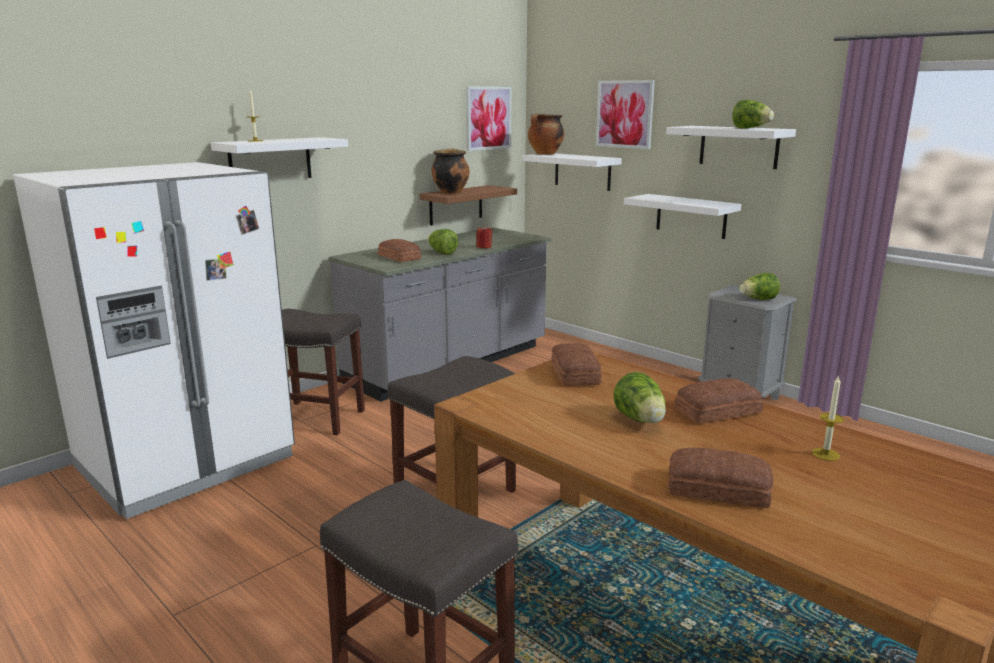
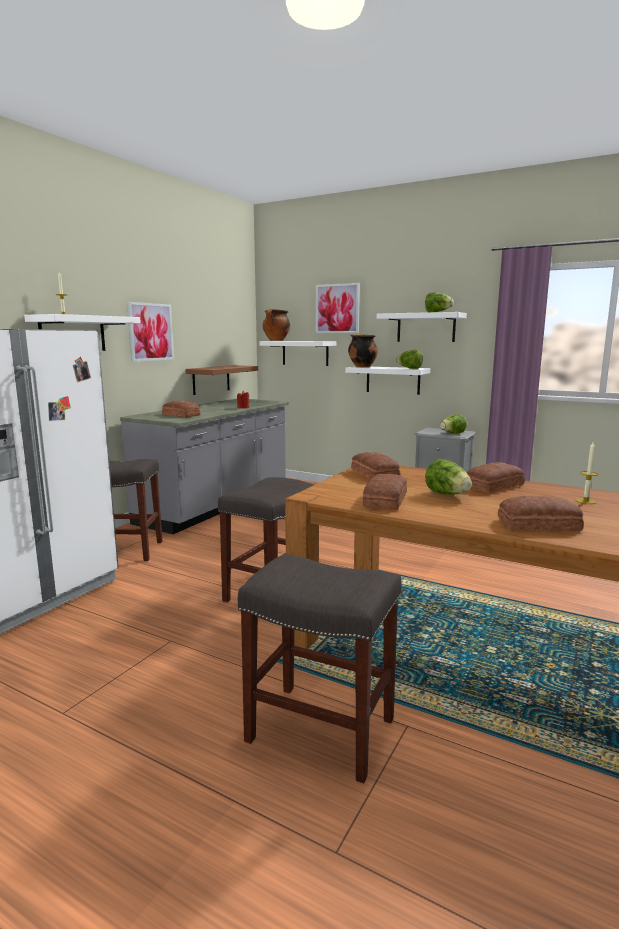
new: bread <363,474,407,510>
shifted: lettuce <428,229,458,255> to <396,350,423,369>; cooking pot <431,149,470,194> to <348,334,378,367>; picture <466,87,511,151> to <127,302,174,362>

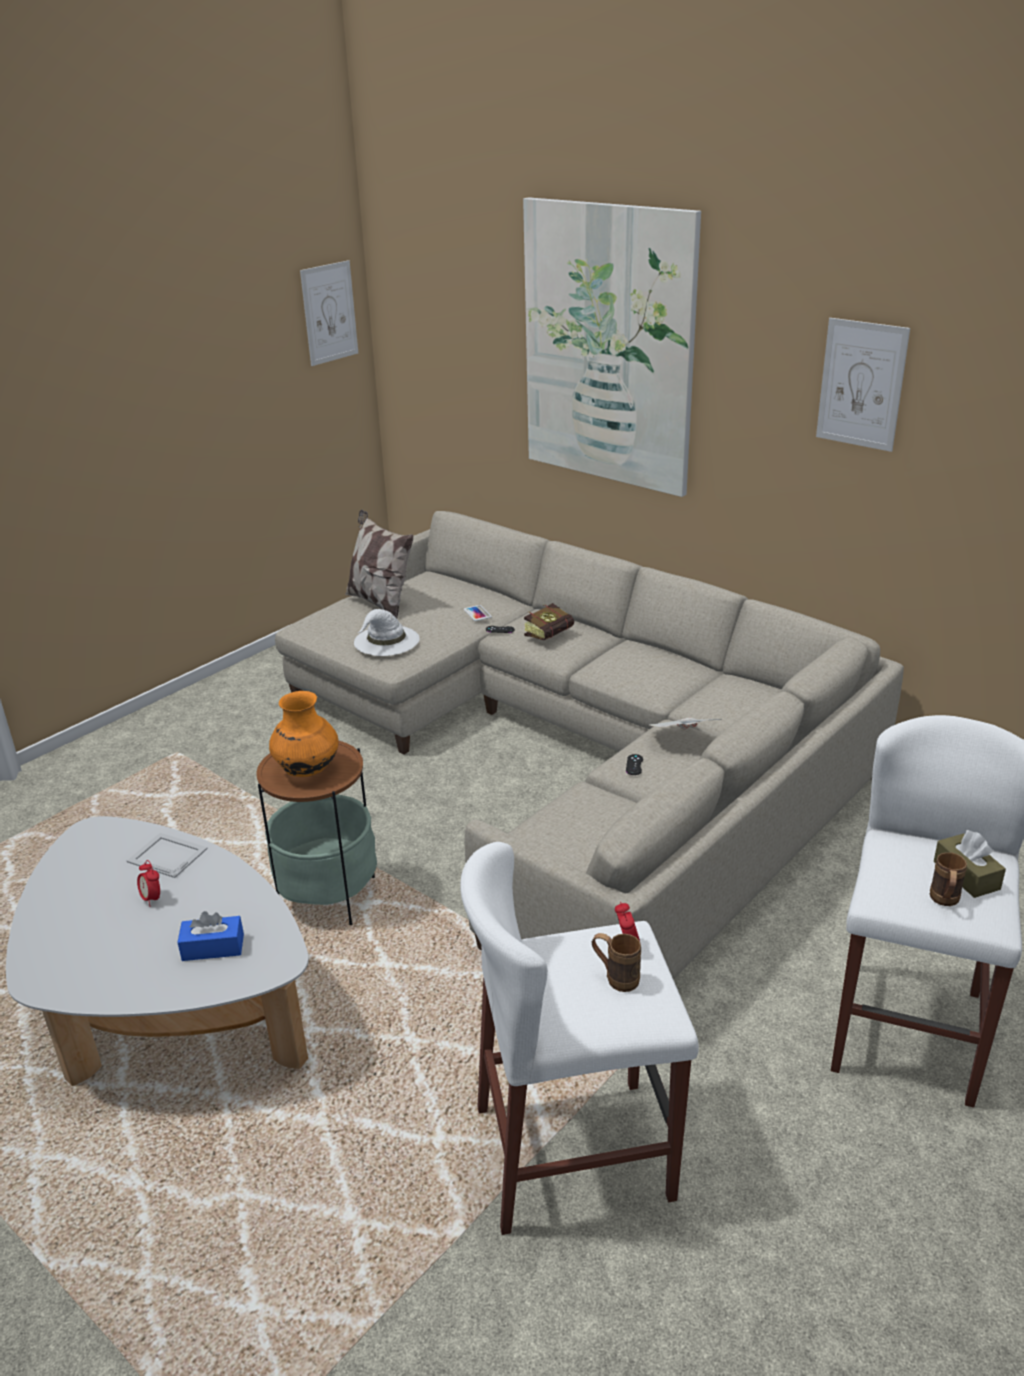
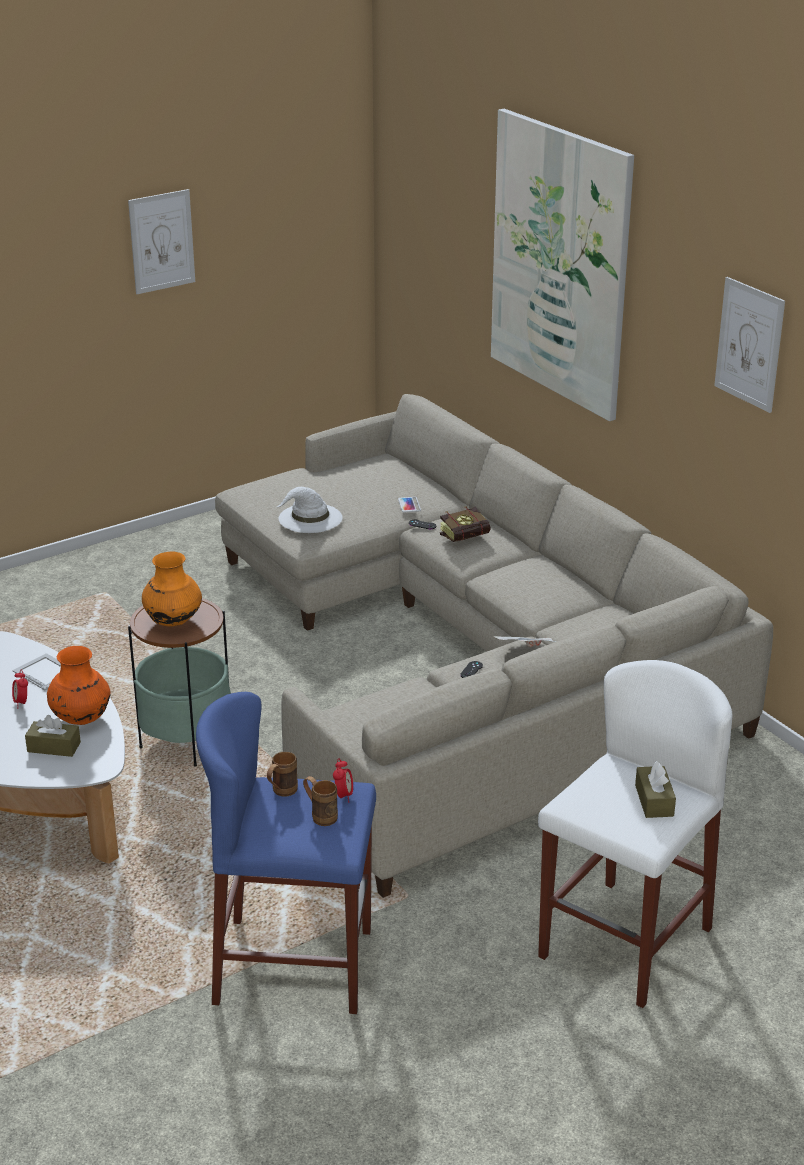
gone: pillow <345,510,414,618>
new: vase (orange) <47,646,111,725>
shifted: picture <300,260,358,366> to <128,189,195,294>; mug (brown) <930,852,967,906> to <267,752,298,796>
repainted: tissue box (blue) <177,911,244,961> to tissue box (brown) <25,715,81,757>; stool (white) <461,842,699,1235> to stool (blue) <196,692,376,1014>

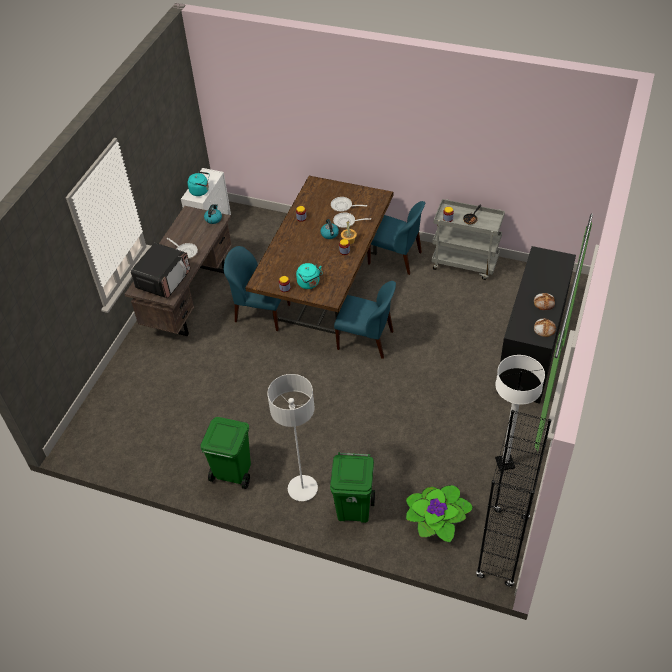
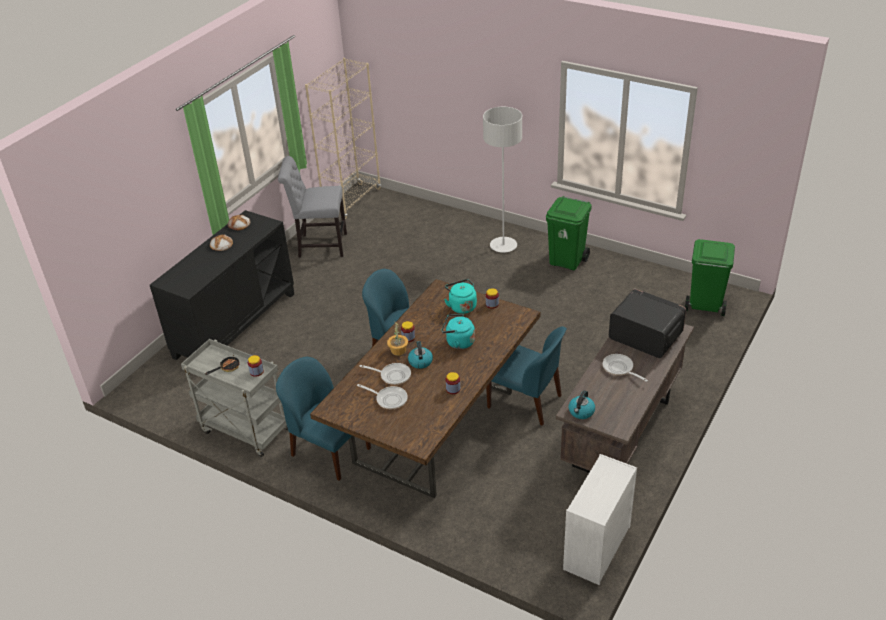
gone: potted plant <406,485,473,543>
shifted: kettle (turquoise) <187,171,210,196> to <441,314,475,349>; trash can (green) <330,452,375,523> to <685,239,735,316>
swapped: floor lamp (white) <495,355,545,470> to chair (grey) <278,156,347,258>
repainted: bookcase (black) <476,410,552,587> to bookcase (beige) <305,58,381,220>
rotated: microwave <131,243,190,298> = <609,289,686,358> 90 degrees clockwise

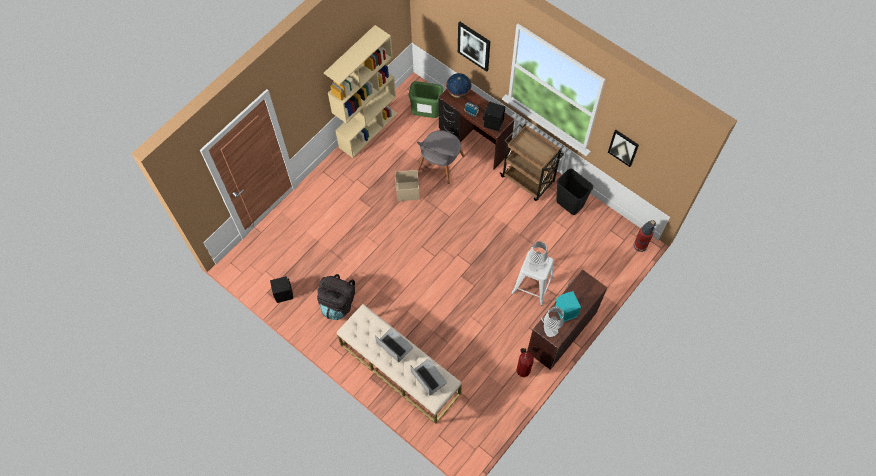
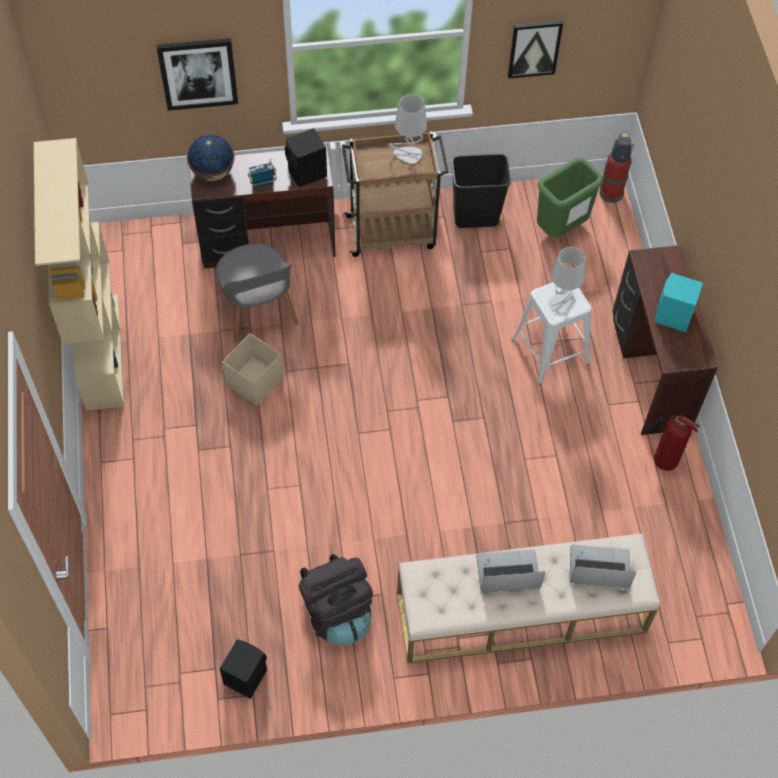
shifted: trash can (green) <408,81,443,118> to <537,158,603,238>; table lamp (grey) <541,307,564,337> to <388,94,427,164>

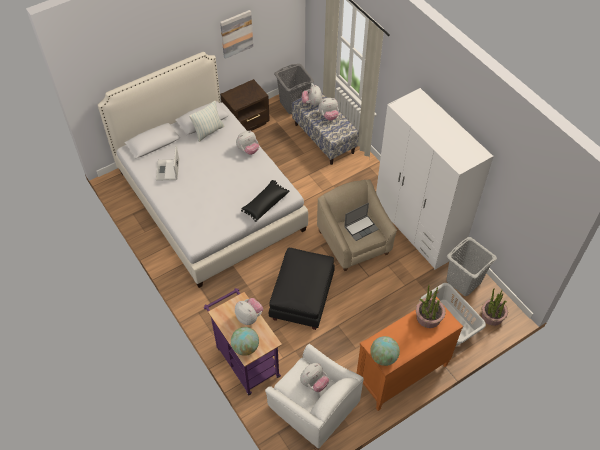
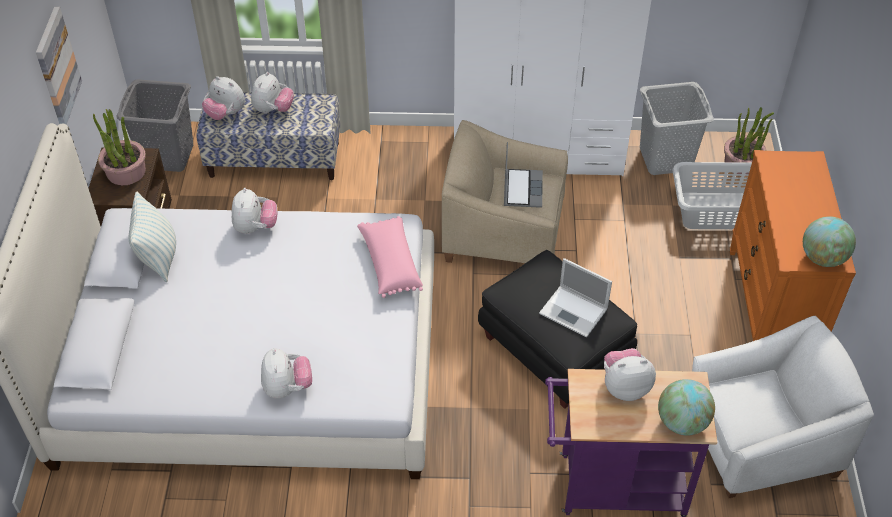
shifted: laptop <156,146,179,180> to <539,258,612,338>; plush toy <300,363,329,392> to <261,348,312,399>; potted plant <416,284,446,328> to <93,109,146,185>
repainted: pillow (black) <241,180,289,222> to pillow (pink) <357,216,423,298>

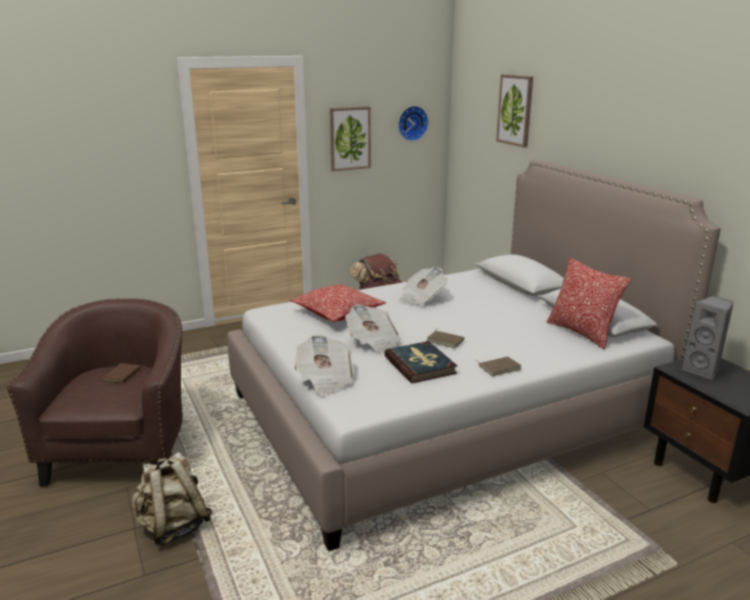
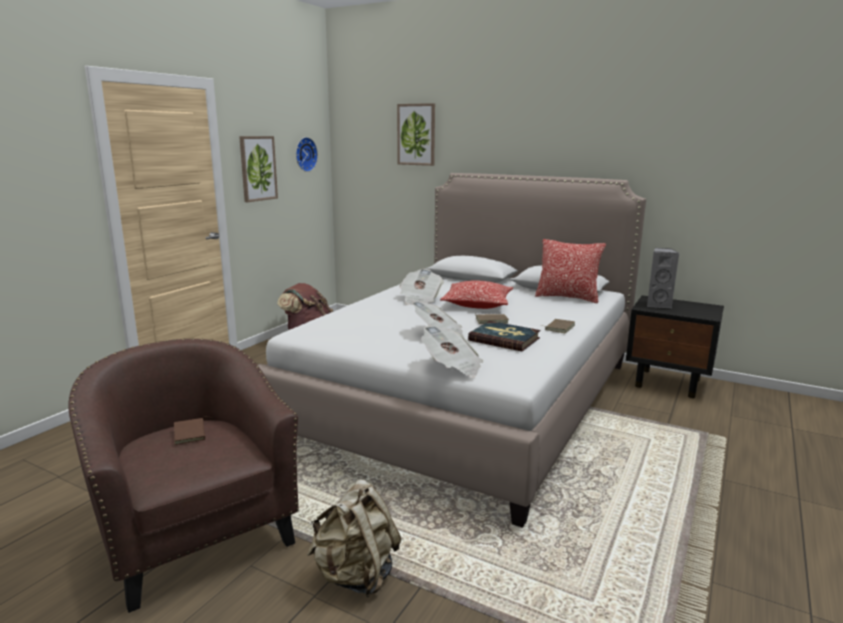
shifted: pillow <290,284,386,322> to <440,280,513,309>

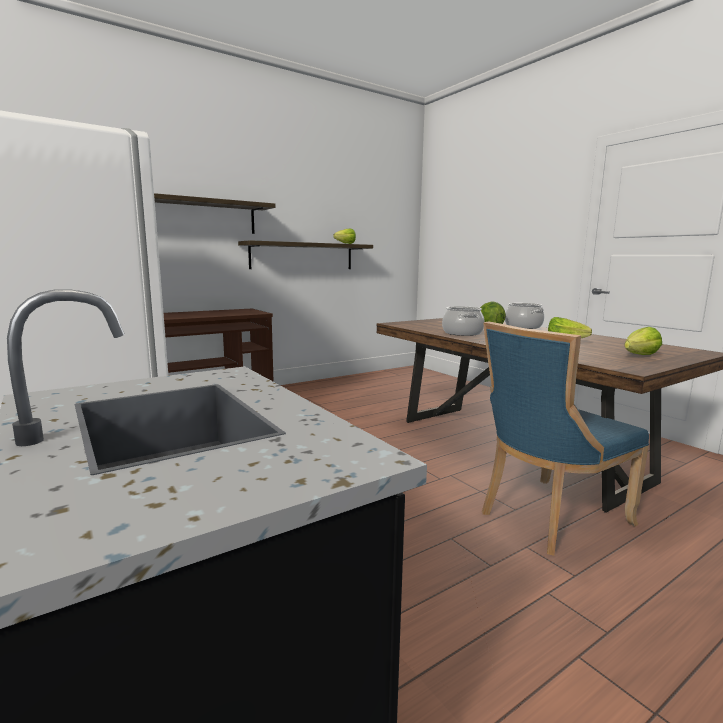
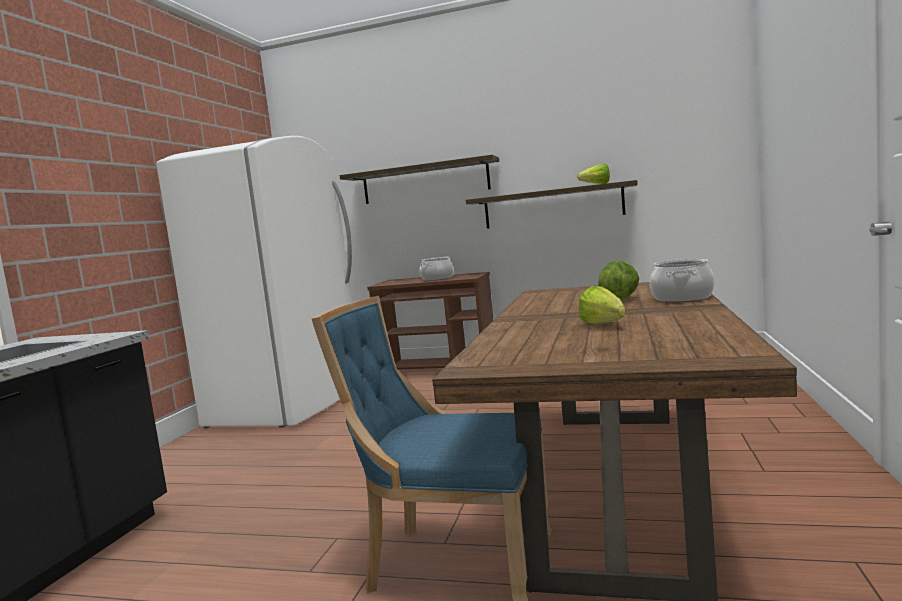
gone: lettuce <624,327,662,355>
shifted: cooking pot <442,306,485,336> to <420,257,454,281>

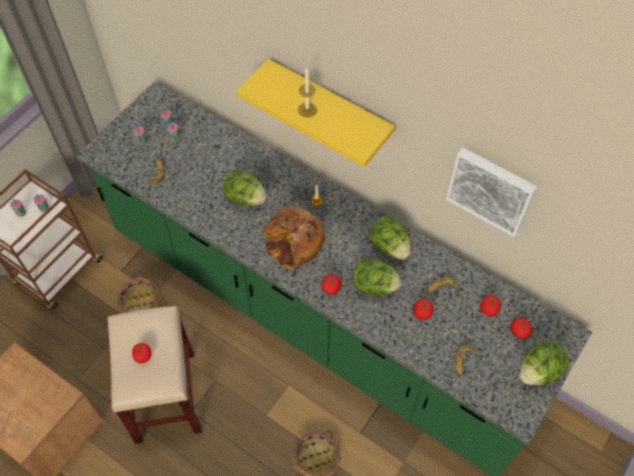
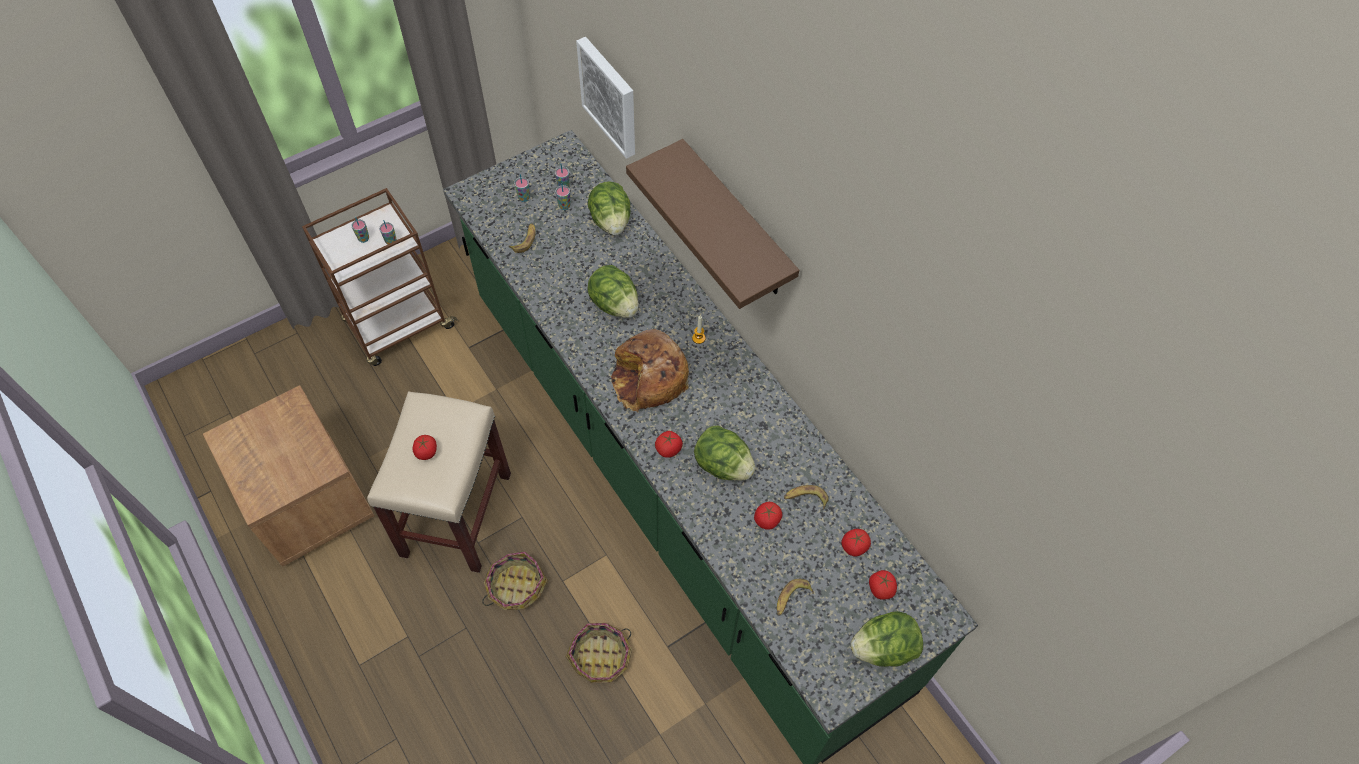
gone: candle <298,67,317,118>
shifted: basket <118,276,162,313> to <482,551,548,610>; lettuce <370,216,411,260> to <588,182,631,235>; picture <446,147,537,237> to <576,37,635,159>
repainted: shelf (yellow) <237,59,395,167> to shelf (brown) <626,139,799,309>

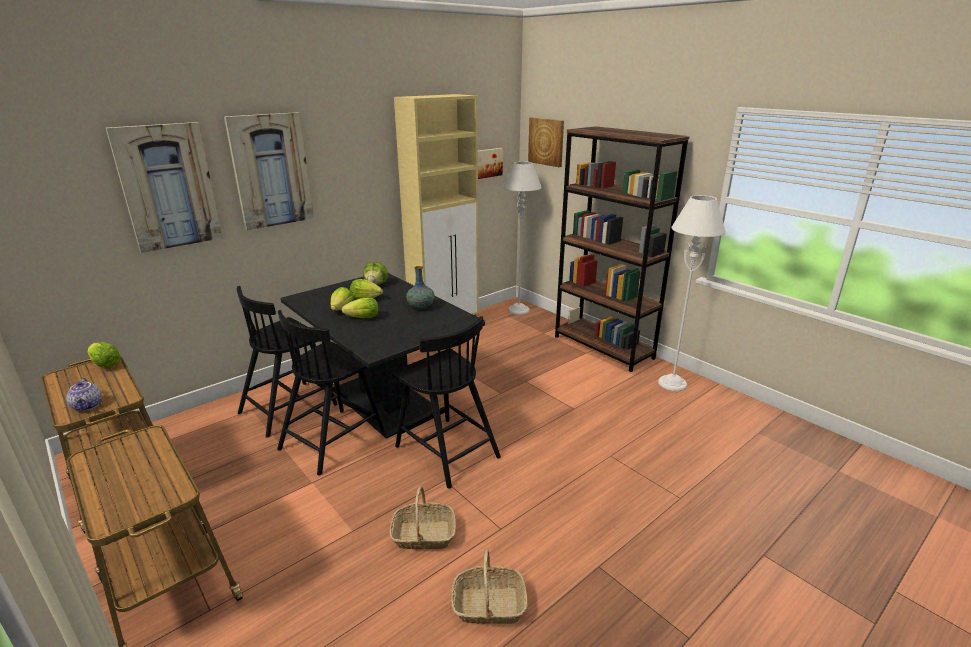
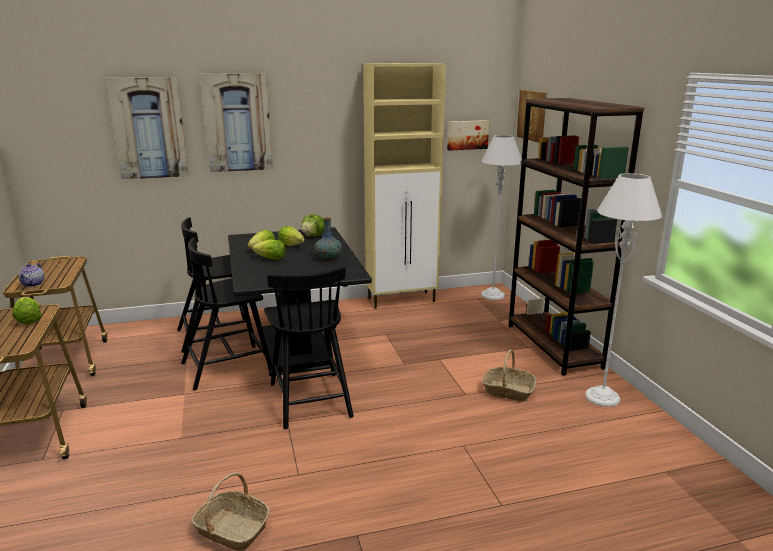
shifted: lettuce <88,343,121,368> to <12,297,42,324>; basket <390,486,456,549> to <482,350,536,402>

